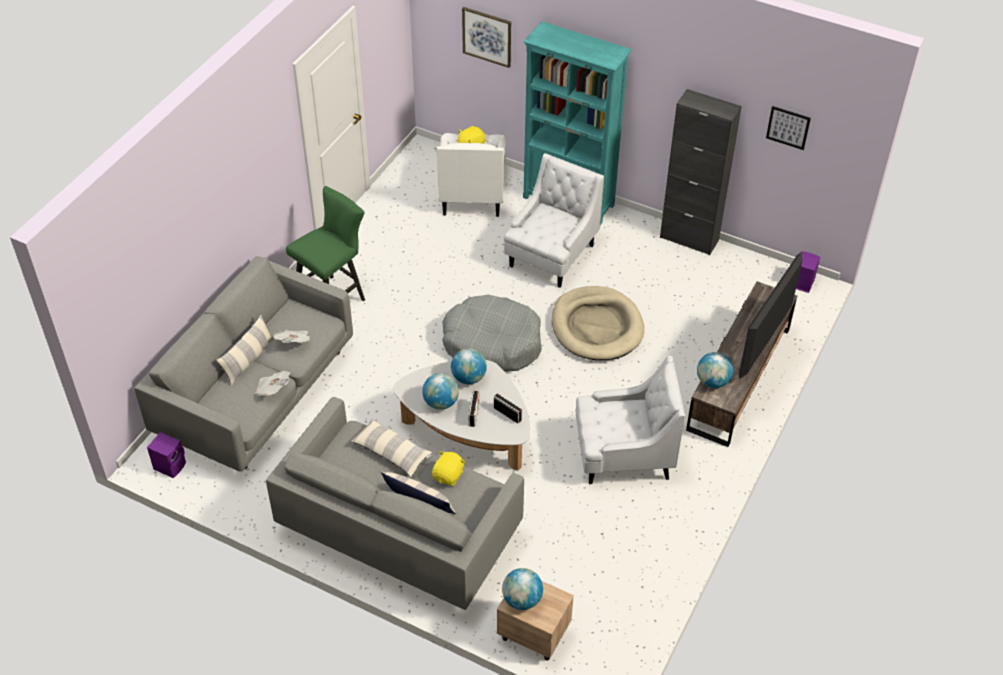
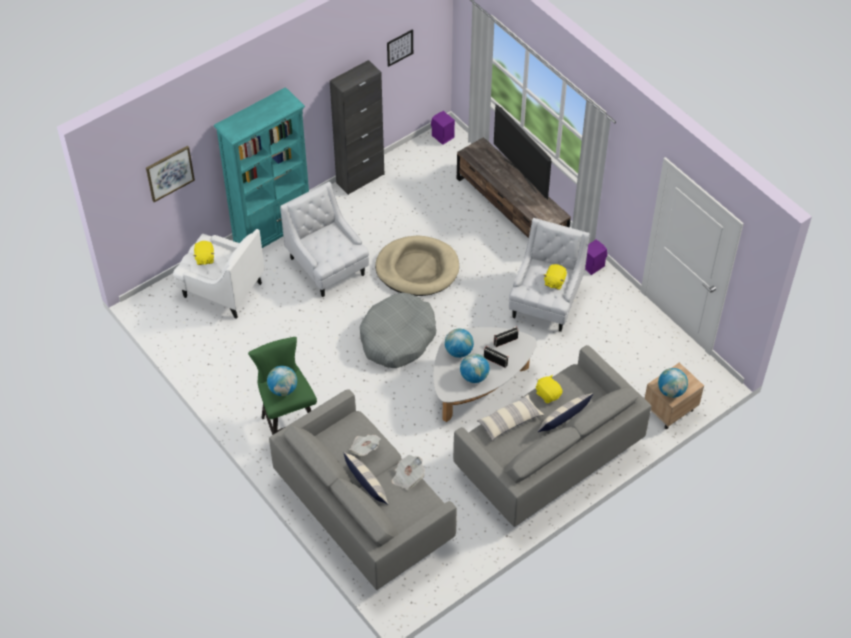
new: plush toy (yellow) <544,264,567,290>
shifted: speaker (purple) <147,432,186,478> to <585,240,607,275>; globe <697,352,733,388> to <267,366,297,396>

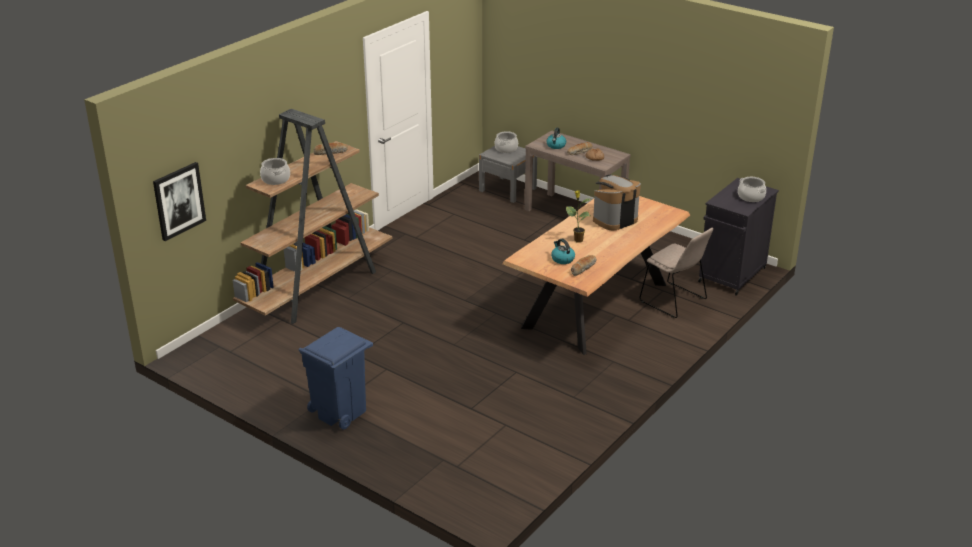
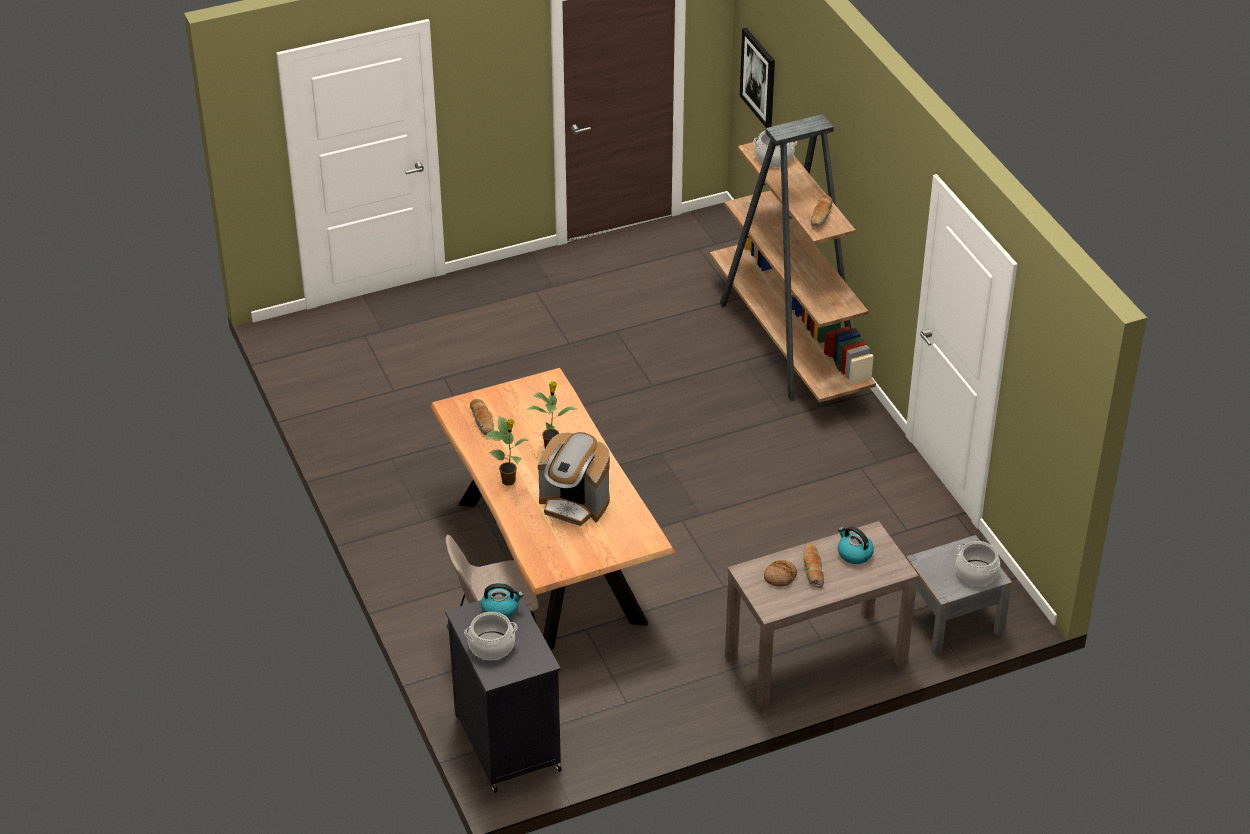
gone: trash can (blue) <299,327,373,430>
new: potted plant <484,416,528,486>
shifted: kettle <551,239,575,264> to <481,583,523,618>
rotated: coffee machine <593,175,641,230> = <538,432,610,526> 120 degrees clockwise

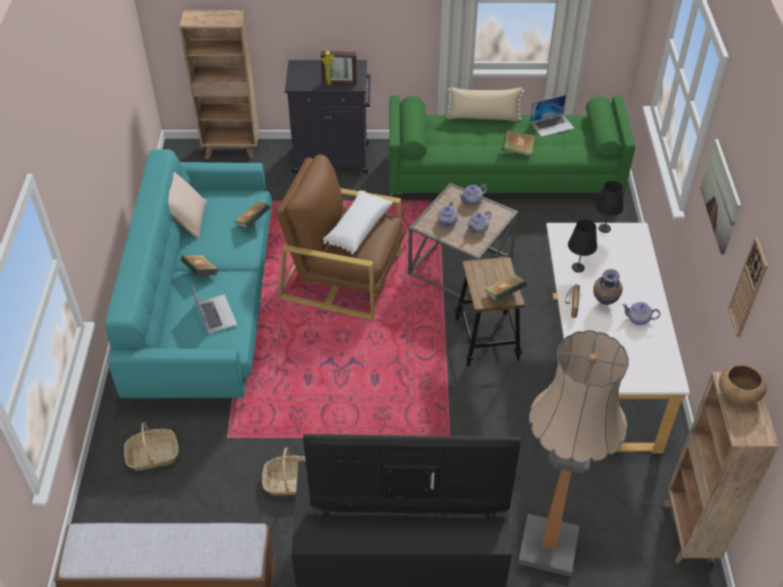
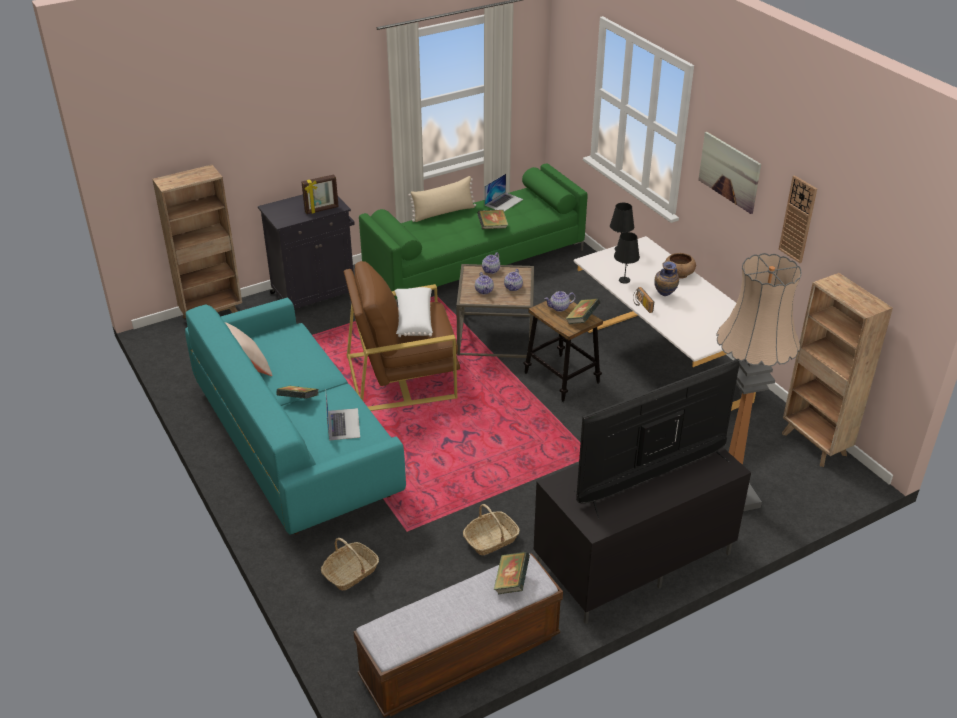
shifted: book <235,202,270,229> to <494,552,530,594>; teapot <622,302,660,325> to <544,291,576,312>; bowl (brown) <719,364,767,405> to <665,253,696,279>
rotated: laptop <192,285,237,334> = <326,394,360,441> 45 degrees clockwise

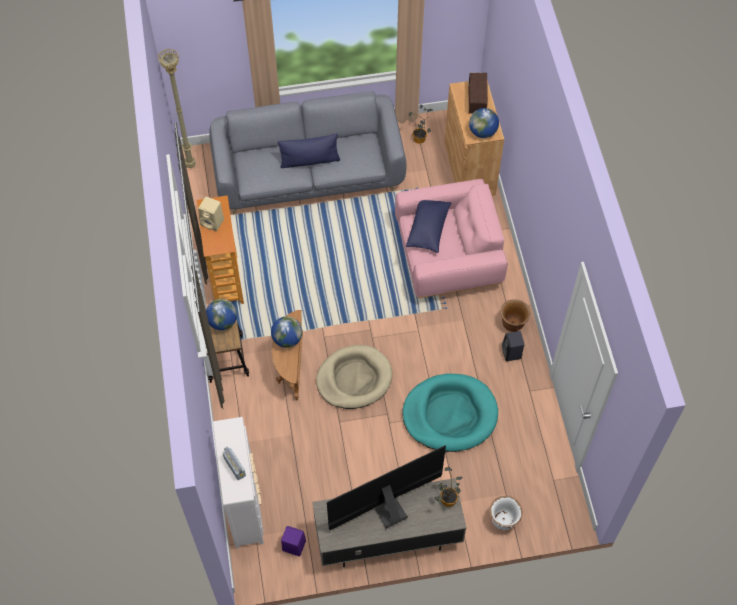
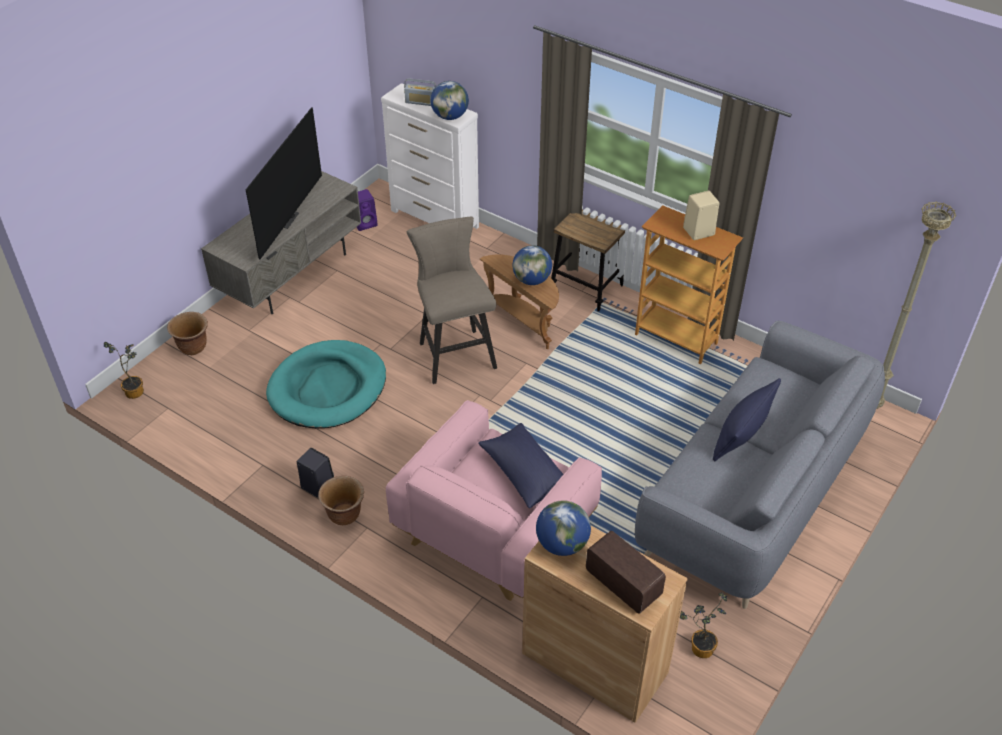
shifted: globe <206,299,237,330> to <430,81,469,120>; potted plant <435,467,463,507> to <104,342,144,399>
swapped: dog bed (beige) <316,345,392,409> to stool (beige) <407,217,497,384>
repainted: planter (white) <490,496,522,530> to planter (brown) <167,312,208,355>

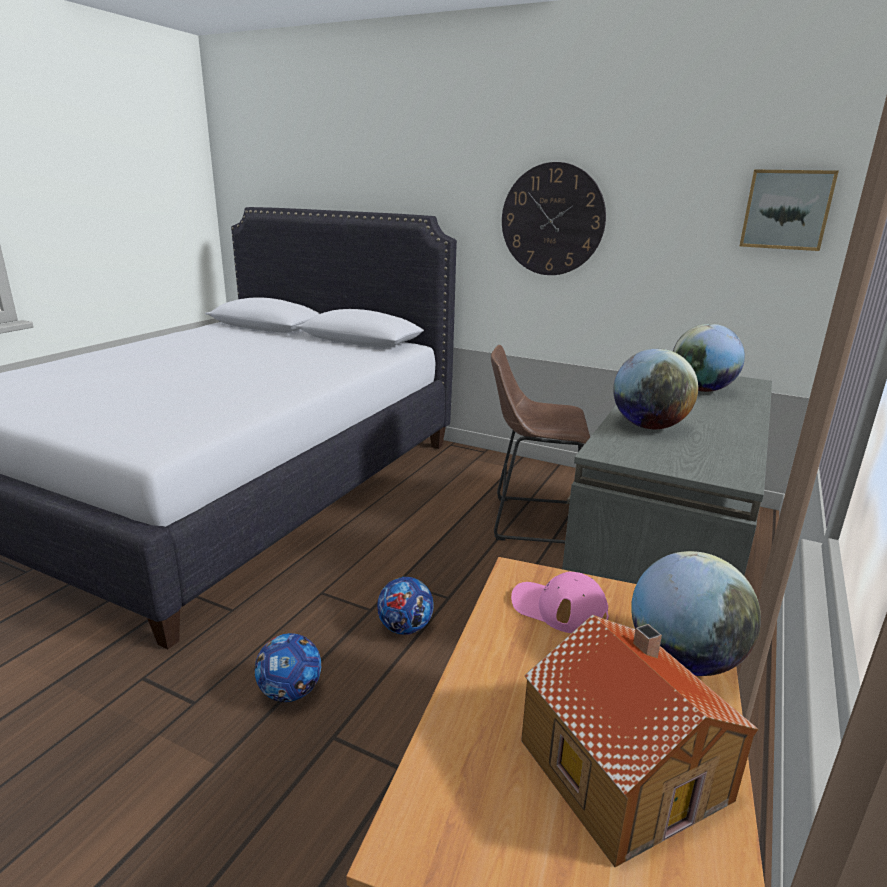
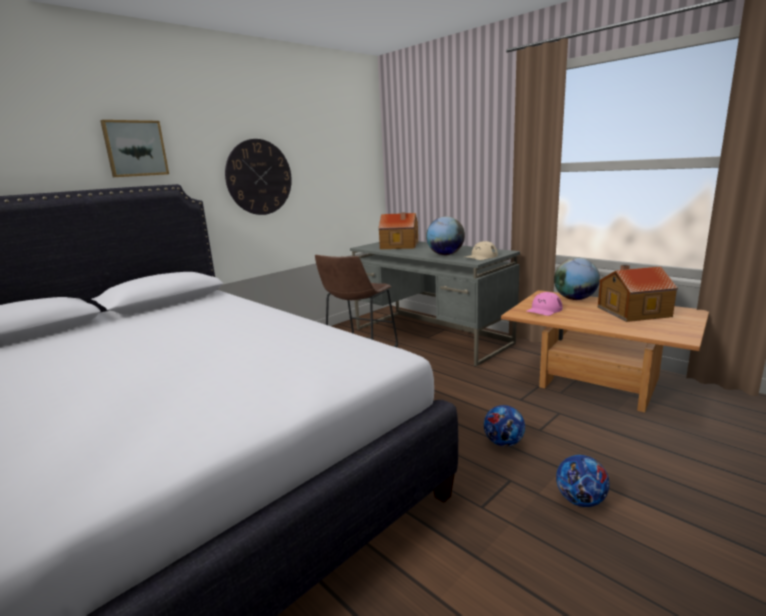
new: cap (beige) <464,241,498,260>
shifted: football <377,577,434,635> to <556,455,610,507>; picture <740,169,839,251> to <100,120,169,177>
swapped: globe <673,324,745,392> to toy house <379,212,418,249>

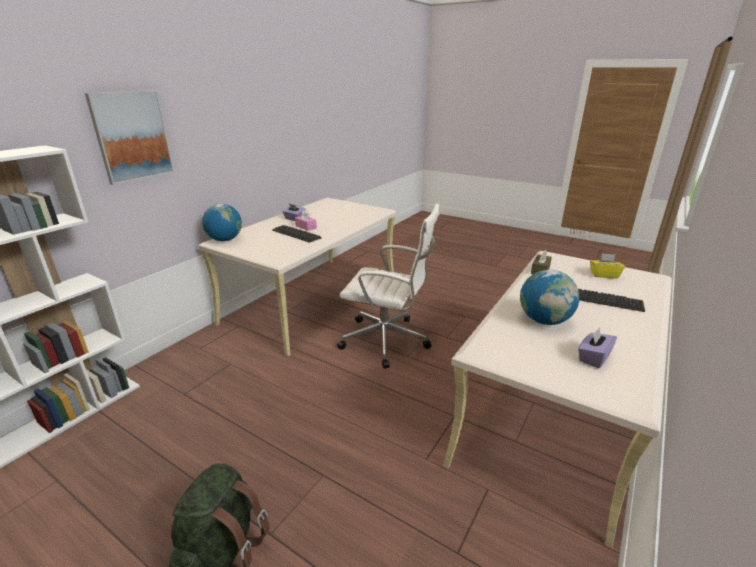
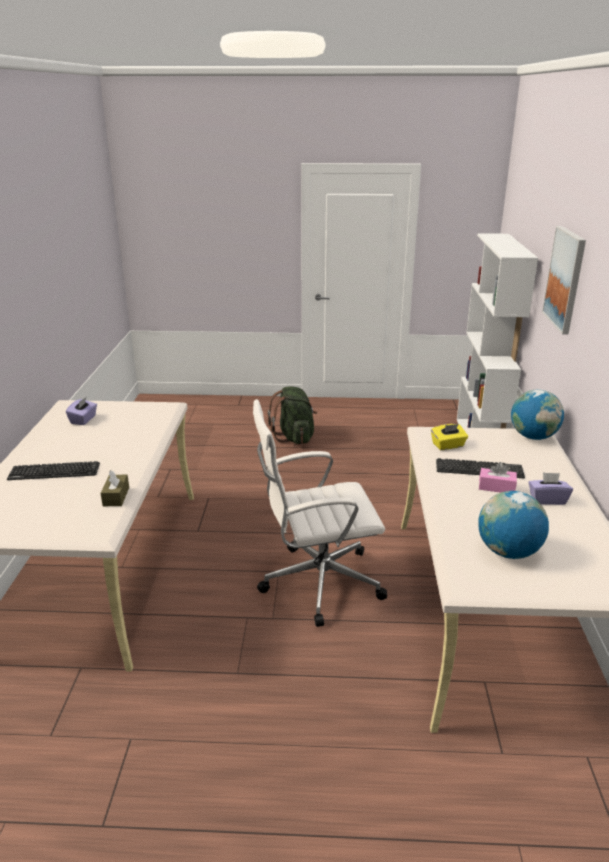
shifted: globe <520,270,579,325> to <478,491,549,559>; tissue box (yellow) <590,253,625,279> to <431,424,468,450>

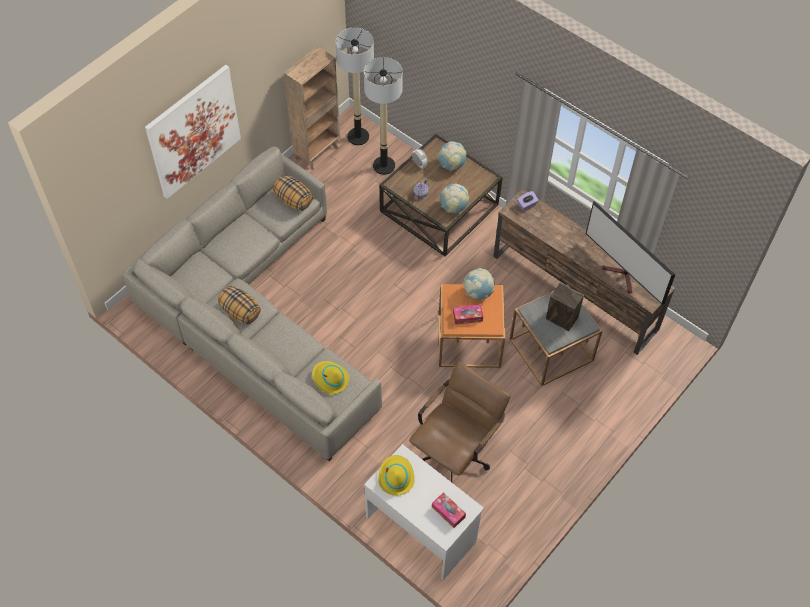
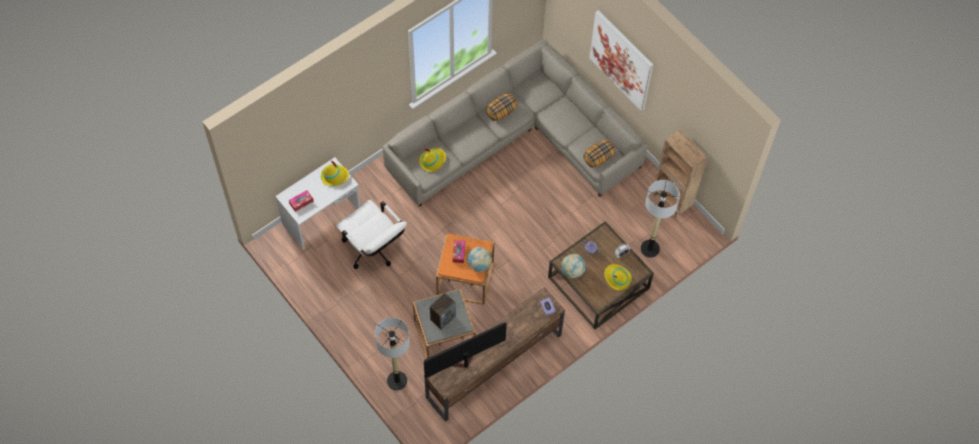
shifted: floor lamp <336,28,374,145> to <375,318,410,390>
swapped: globe <437,141,466,171> to hat (yellow) <604,264,632,291>
repainted: office chair (brown) <409,362,511,482> to office chair (white) <336,200,407,269>

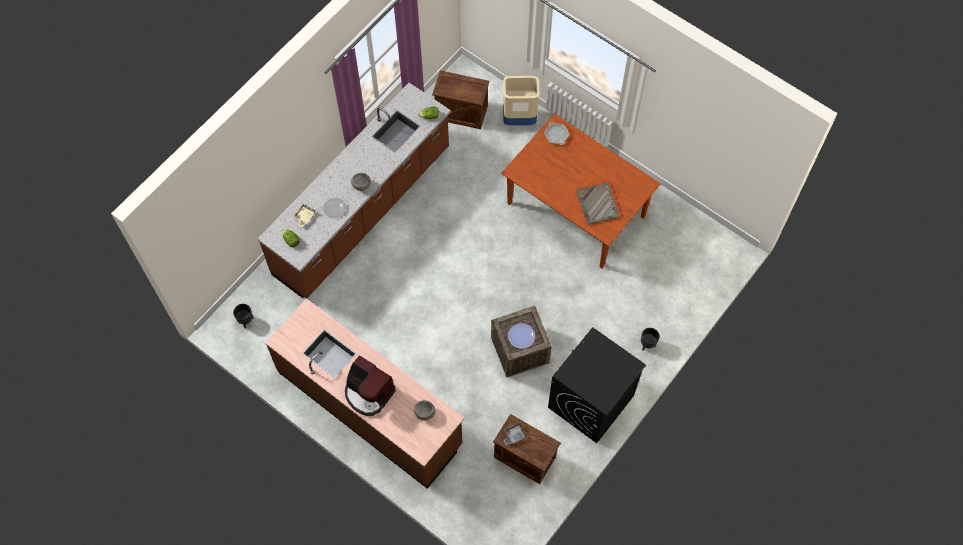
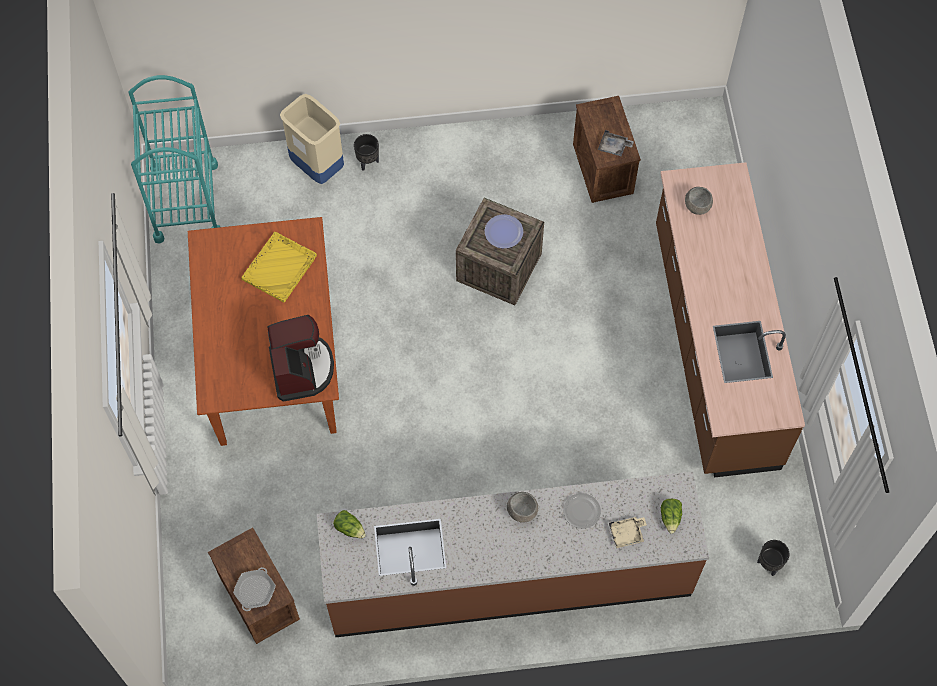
gone: washing machine (black) <548,327,646,443>
new: cart (turquoise) <129,75,220,244>
shifted: coffee machine <345,355,396,416> to <267,315,334,402>; trash can (beige) <503,76,540,125> to <280,94,344,184>; frying pan <544,122,569,145> to <233,567,276,611>
repainted: tray (grey) <576,182,620,225> to tray (yellow) <241,232,317,303>

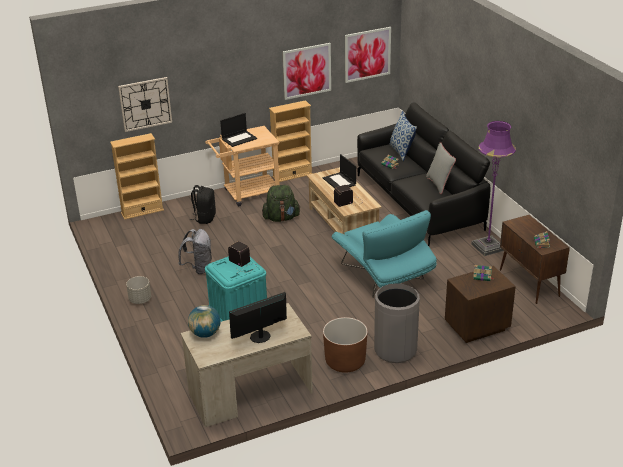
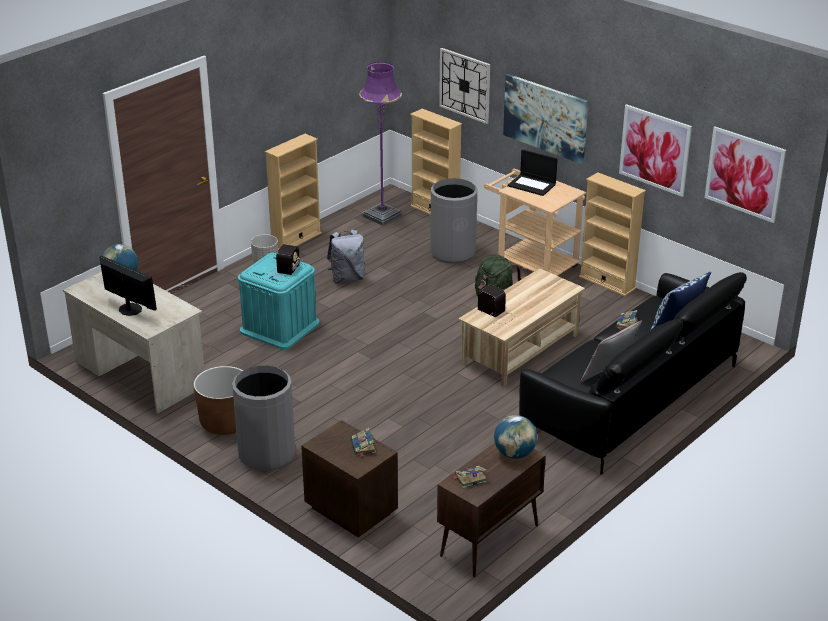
gone: laptop <323,154,356,188>; armchair (turquoise) <331,210,437,298>
new: bookcase (beige) <265,134,322,250>; globe <494,415,537,459>; picture <503,74,588,164>
shifted: floor lamp (purple) <471,121,516,256> to <359,62,403,226>
swapped: backpack (black) <190,185,216,224> to trash can (grey) <430,178,478,264>

